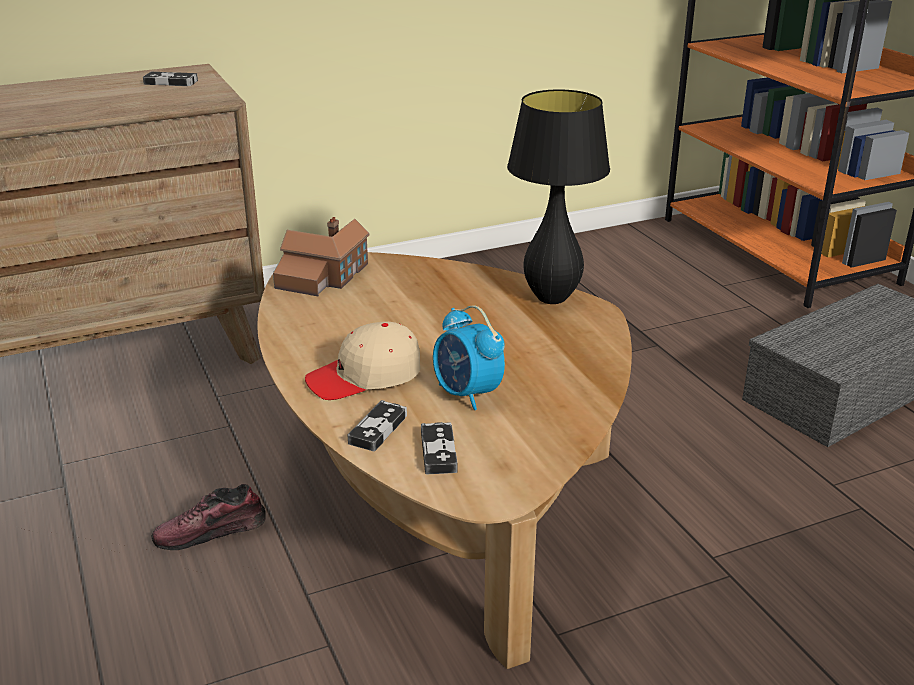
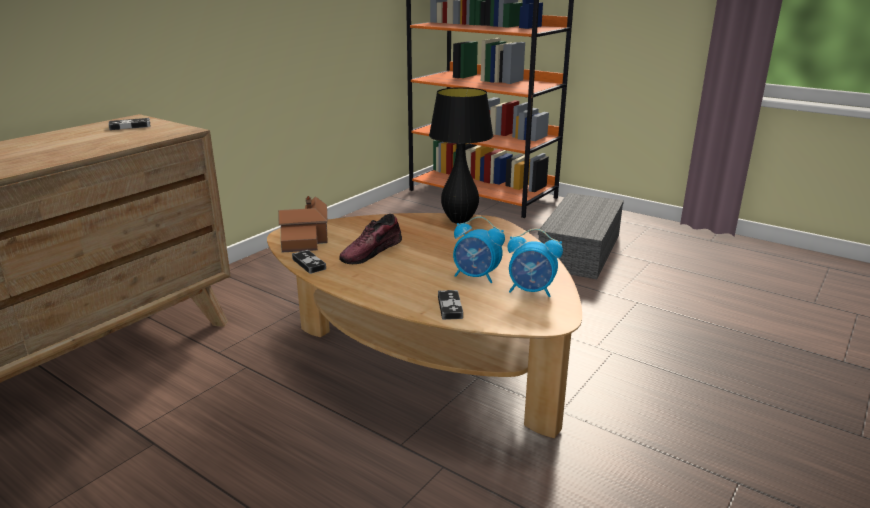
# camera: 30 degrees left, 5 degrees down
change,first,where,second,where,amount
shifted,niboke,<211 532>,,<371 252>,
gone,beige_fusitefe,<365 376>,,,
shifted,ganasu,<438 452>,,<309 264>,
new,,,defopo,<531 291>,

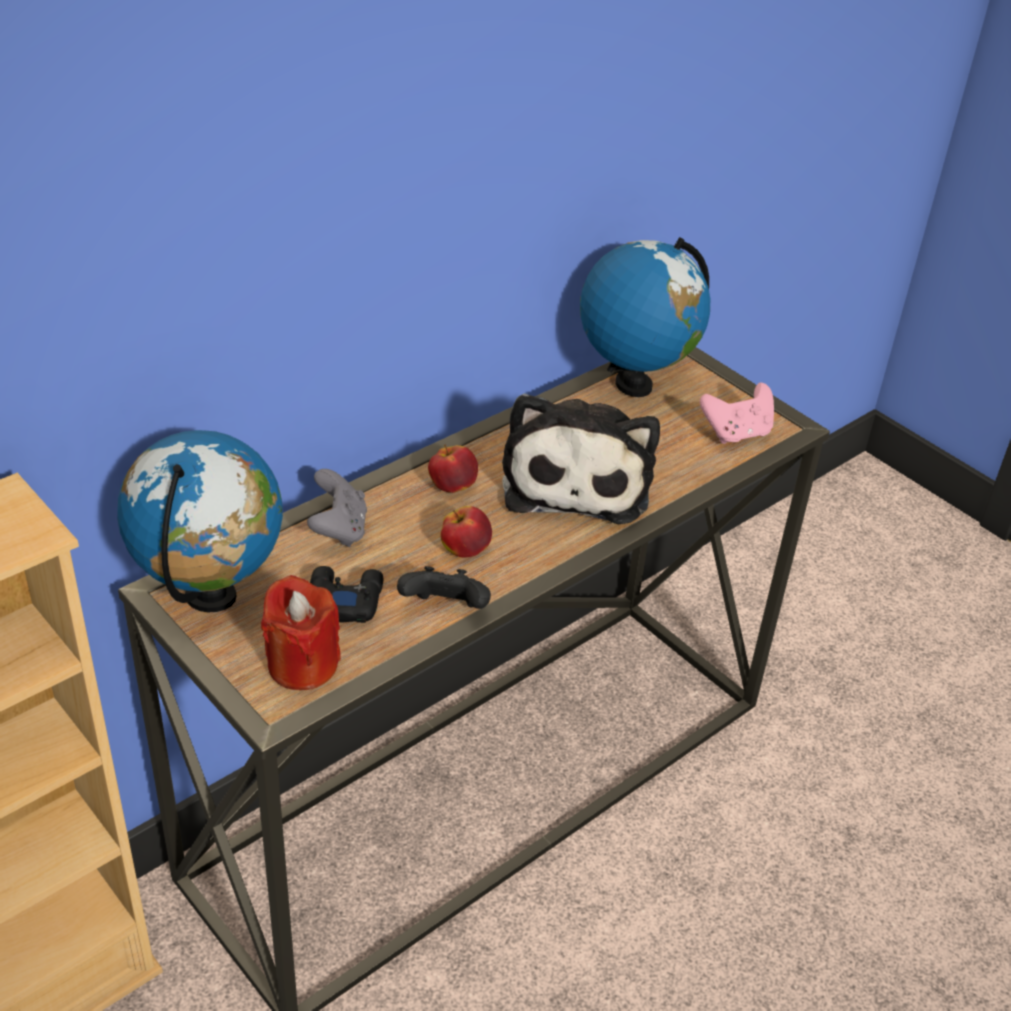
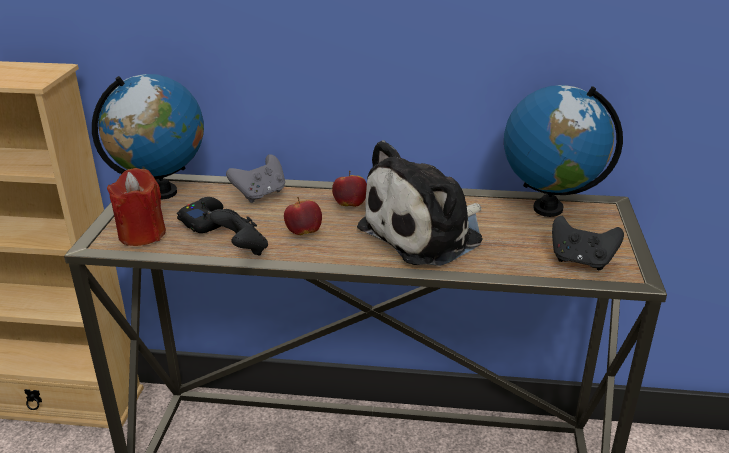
# camera: 50 degrees right, 10 degrees down
change,first,where,second,where,amount
repainted,pink_ganasu,<736 433>,black_ganasu,<581 261>,

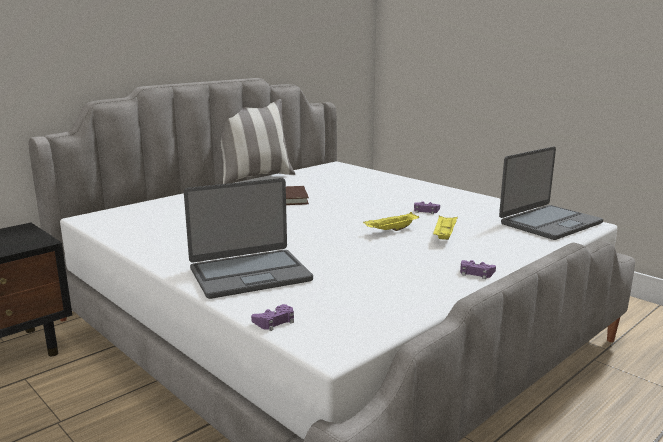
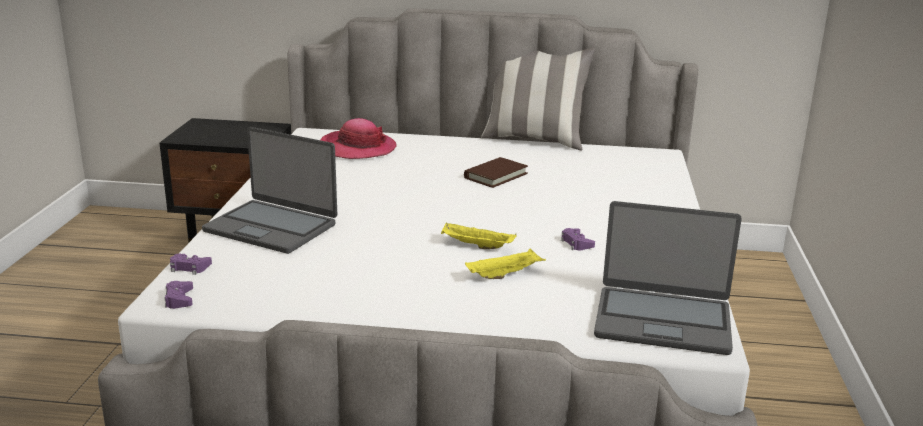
# camera: 50 degrees right, 5 degrees up
change,first,where,second,where,amount
shifted,purple_ganasu,<476 273>,,<179 299>,
new,,,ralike,<357 148>,

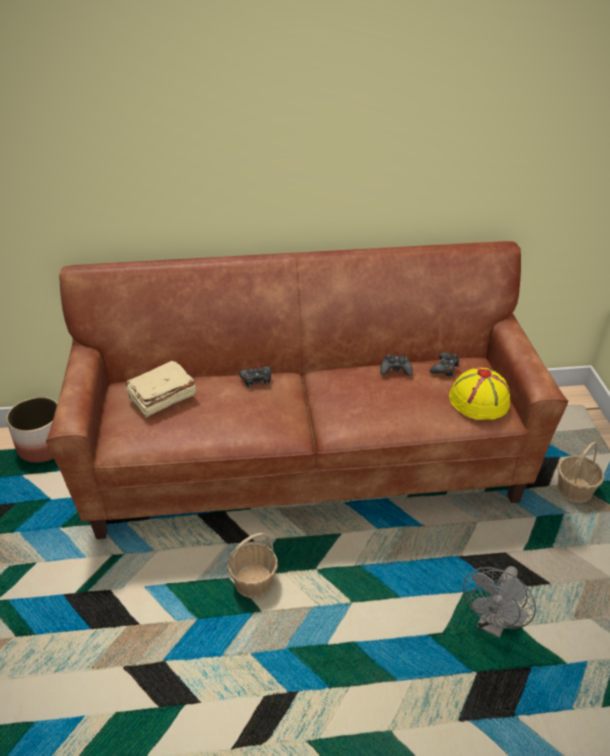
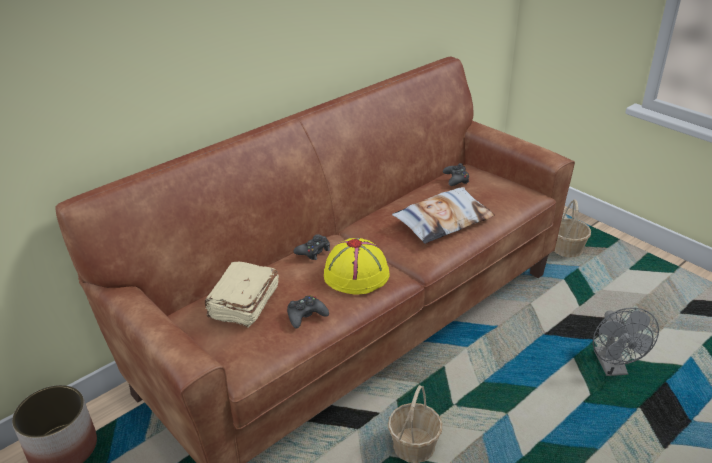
# camera: 35 degrees left, 5 degrees down
change,first,where,second,where,amount
shifted,black_ganasu,<395 370>,,<306 316>,
shifted,yellow_ralike,<479 401>,,<357 274>,
new,,,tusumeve,<443 221>,

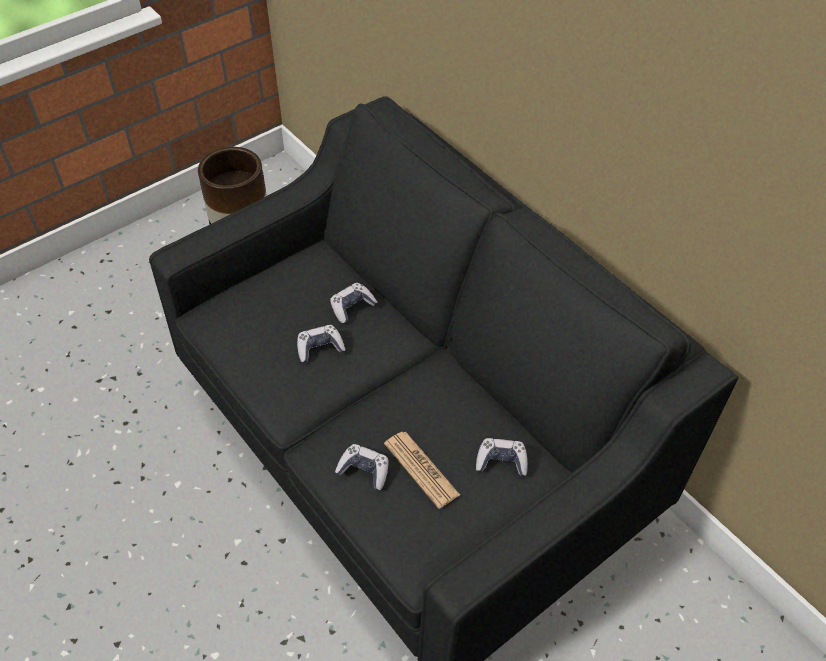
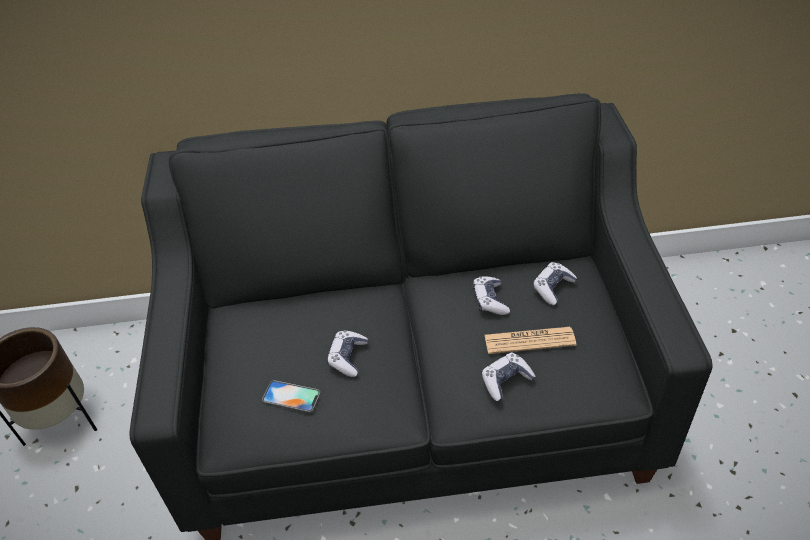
# camera: 55 degrees left, 5 degrees down
change,first,where,second,where,amount
shifted,ganasu,<352 307>,,<490 300>,
new,,,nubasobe,<291 397>,

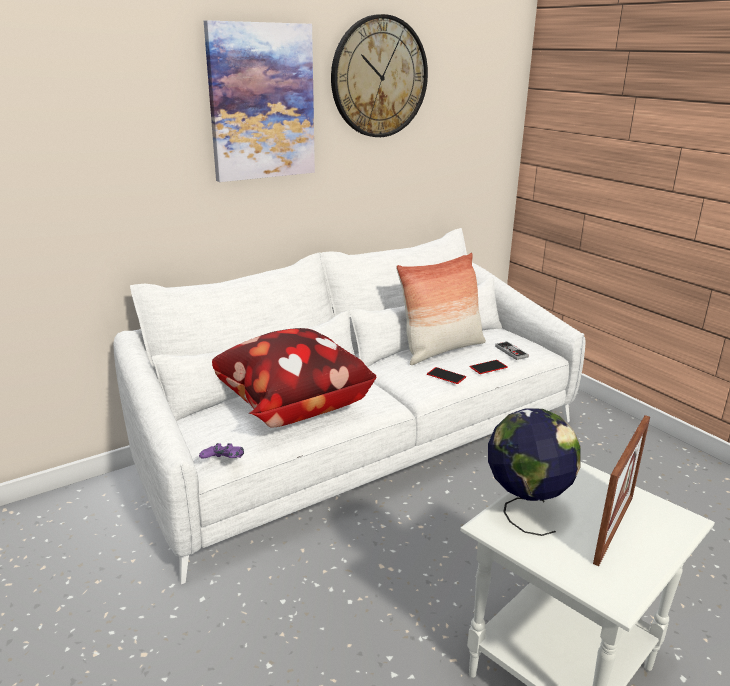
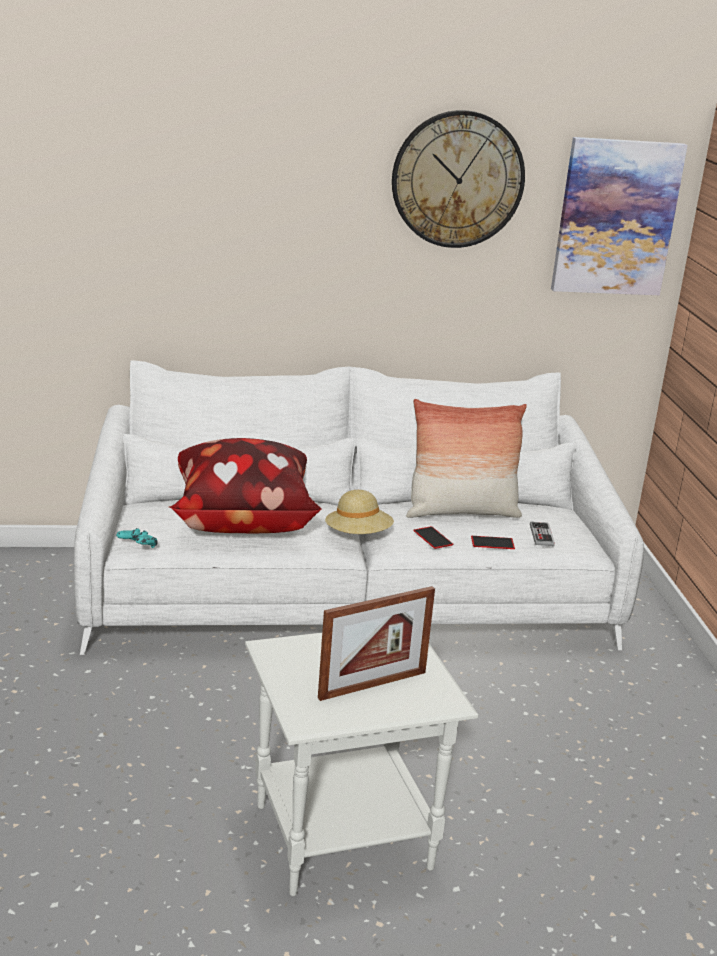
# camera: 25 degrees right, 0 degrees up
change,first,where,second,where,amount
repainted,purple_ganasu,<224 463>,turquoise_ganasu,<137 548>,
shifted,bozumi,<261 102>,,<616 217>,
gone,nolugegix,<525 510>,,,
new,,,beige_ralike,<358 535>,

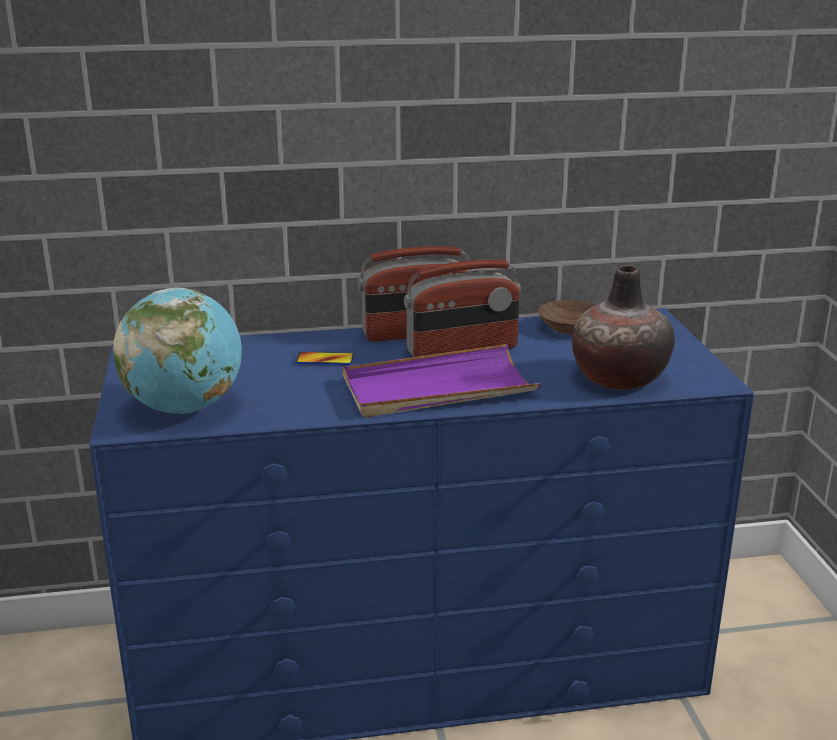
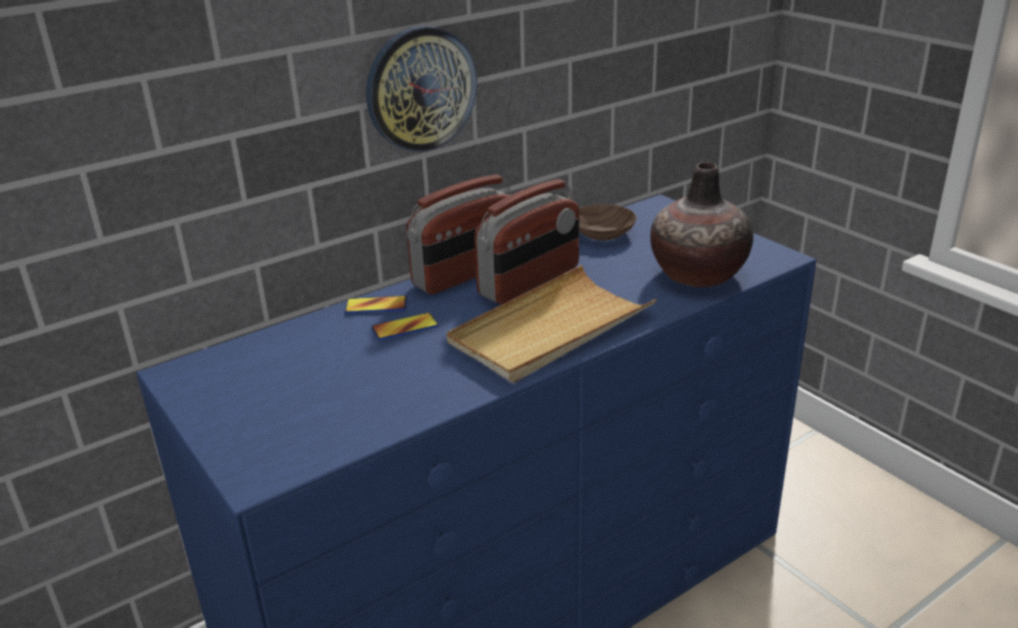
# camera: 25 degrees left, 5 degrees up
change,first,where,second,where,amount
gone,nolugegix,<185 408>,,,
repainted,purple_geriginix,<438 388>,beige_geriginix,<550 329>,
new,,,nubasobe,<376 306>,
new,,,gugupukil,<420 89>,

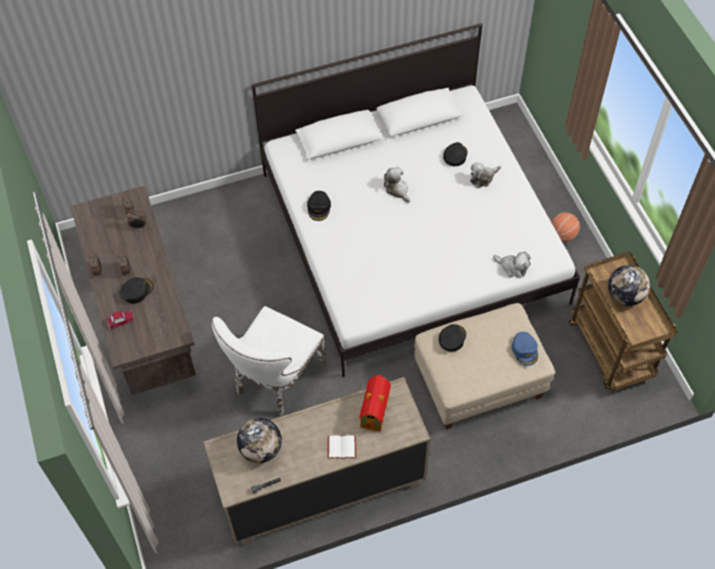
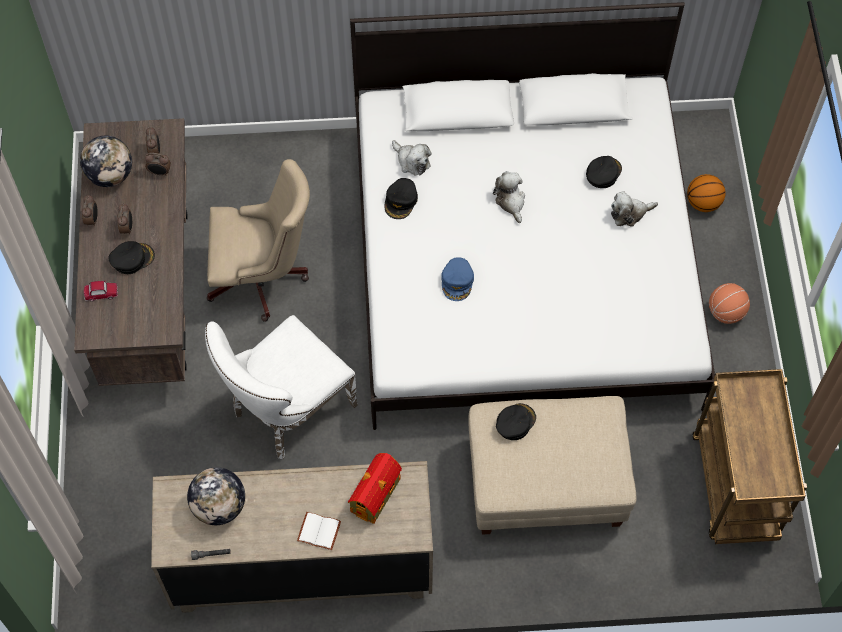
# camera: 15 degrees right, 5 degrees up
change,first,where,second,where,amount
shifted,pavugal,<512 267>,,<412 161>,
shifted,blue_fusitefe,<525 350>,,<457 281>,
shifted,nolugegix,<624 296>,,<110 175>,
new,,,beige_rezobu,<263 278>,
new,,,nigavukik,<703 203>,

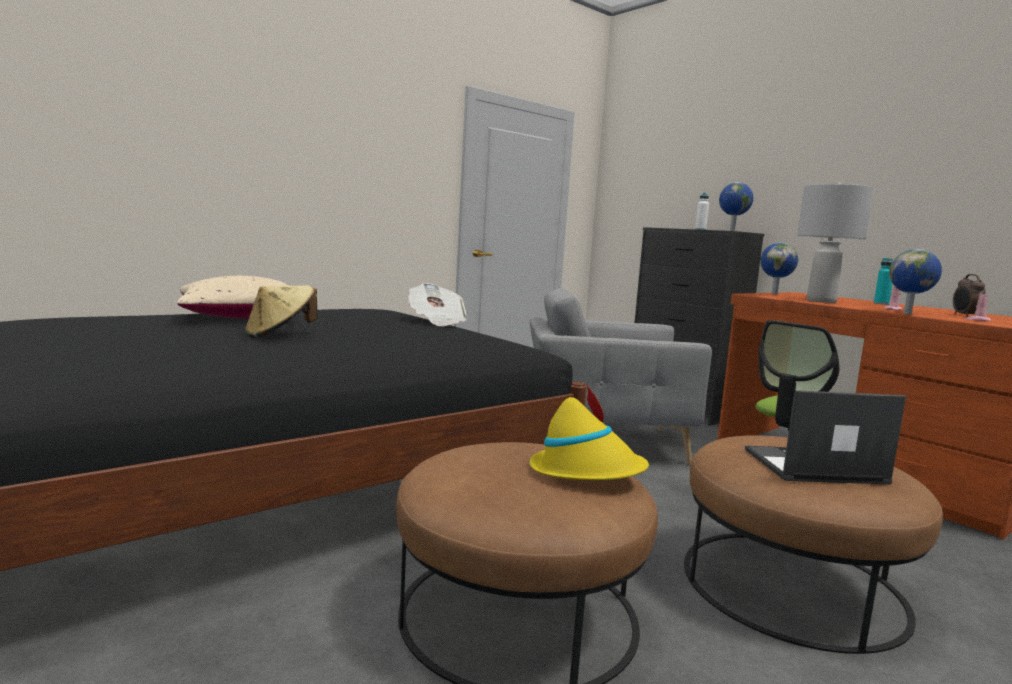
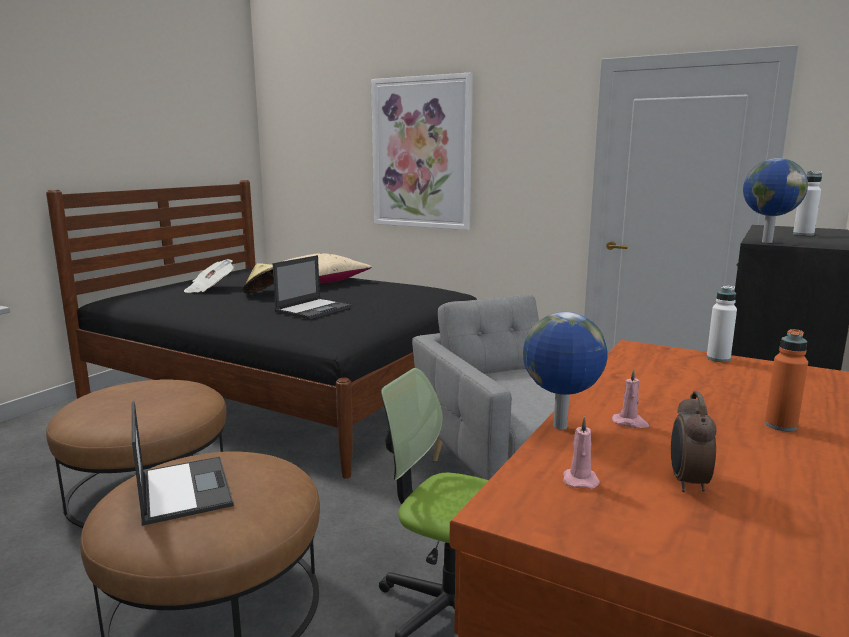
# camera: 70 degrees right, 5 degrees up
change,first,where,second,where,amount
shifted,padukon,<437 321>,,<210 289>,
gone,yellow_ralike,<587 472>,,,
swapped,nolugegix,<774 293>,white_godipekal,<718 358>,
gone,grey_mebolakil,<821 301>,,,
repainted,turquoise_godipekal,<881 303>,orange_godipekal,<780 425>,
rotated,defopo,<964 315>,,<687 482>,60 degrees counterclockwise
new,,,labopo,<314 309>,
new,,,bozumi,<421 153>,

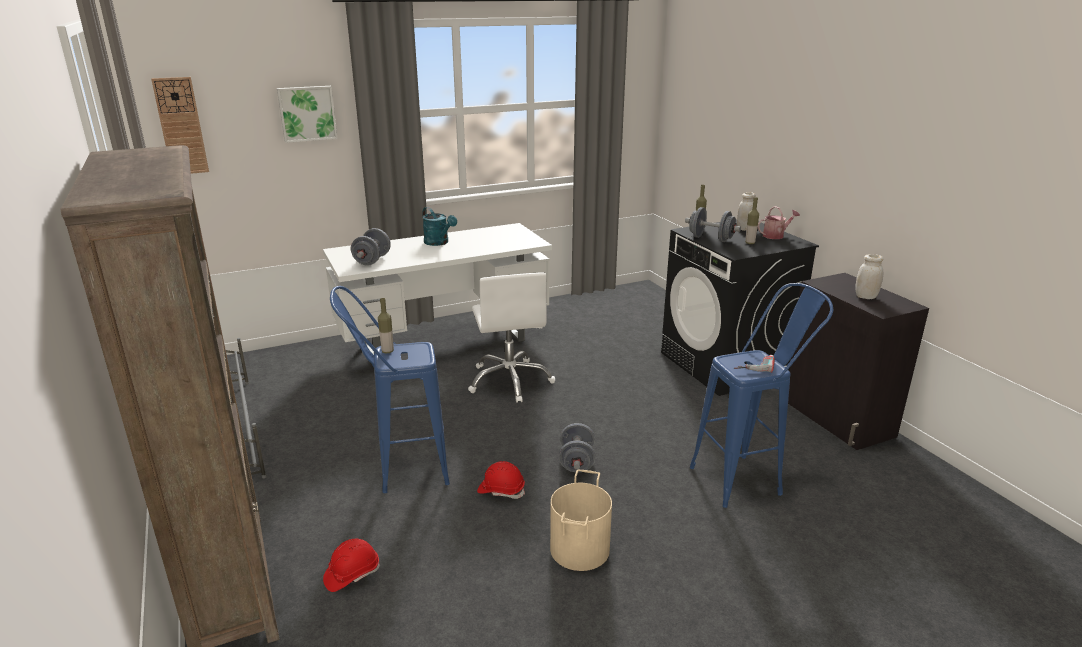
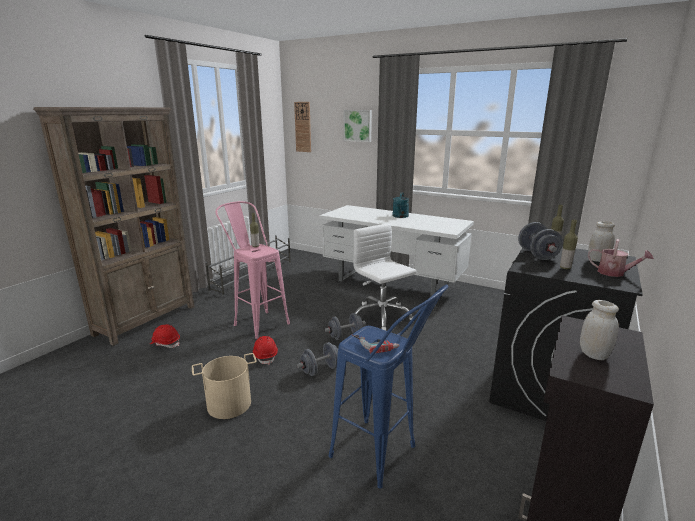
# camera: 55 degrees right, 5 degrees down
change,first,where,second,where,amount
repainted,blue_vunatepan,<400 471>,pink_vunatepan,<257 322>,
shifted,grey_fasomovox,<372 260>,,<345 336>,
rotated,white_rezobu,<510 380>,,<381 316>,105 degrees clockwise

